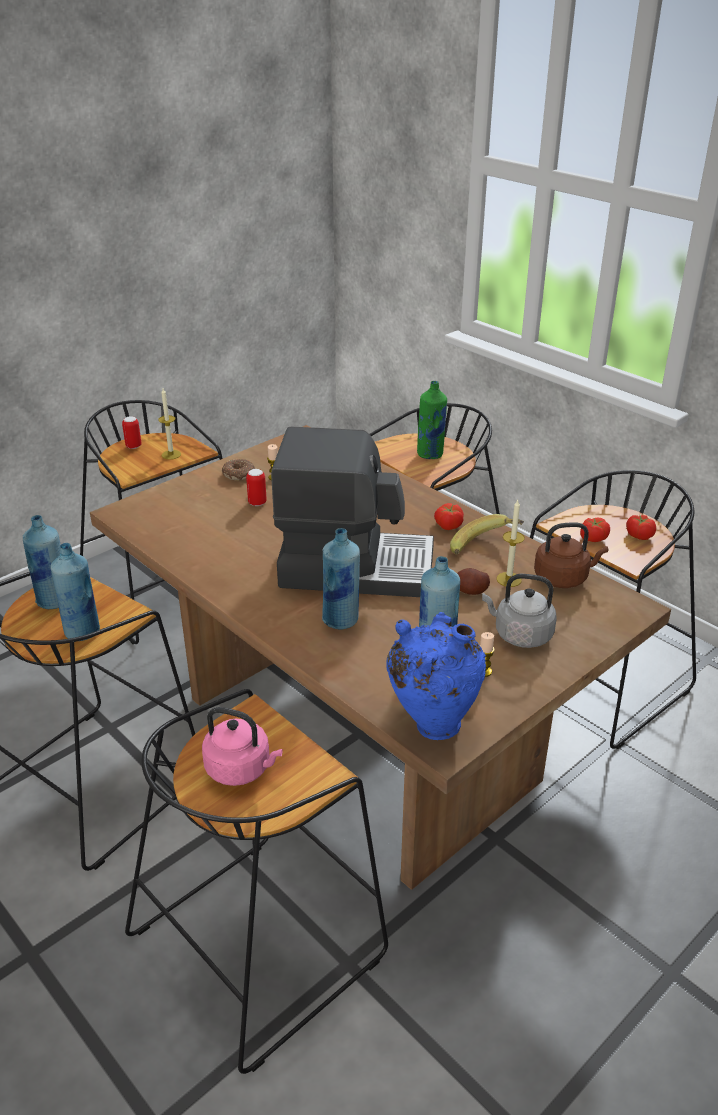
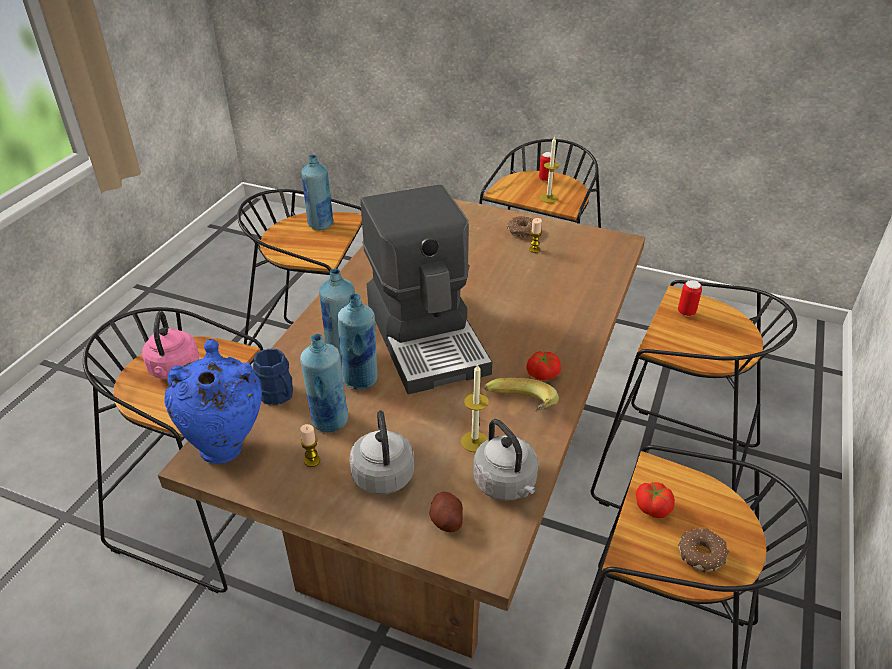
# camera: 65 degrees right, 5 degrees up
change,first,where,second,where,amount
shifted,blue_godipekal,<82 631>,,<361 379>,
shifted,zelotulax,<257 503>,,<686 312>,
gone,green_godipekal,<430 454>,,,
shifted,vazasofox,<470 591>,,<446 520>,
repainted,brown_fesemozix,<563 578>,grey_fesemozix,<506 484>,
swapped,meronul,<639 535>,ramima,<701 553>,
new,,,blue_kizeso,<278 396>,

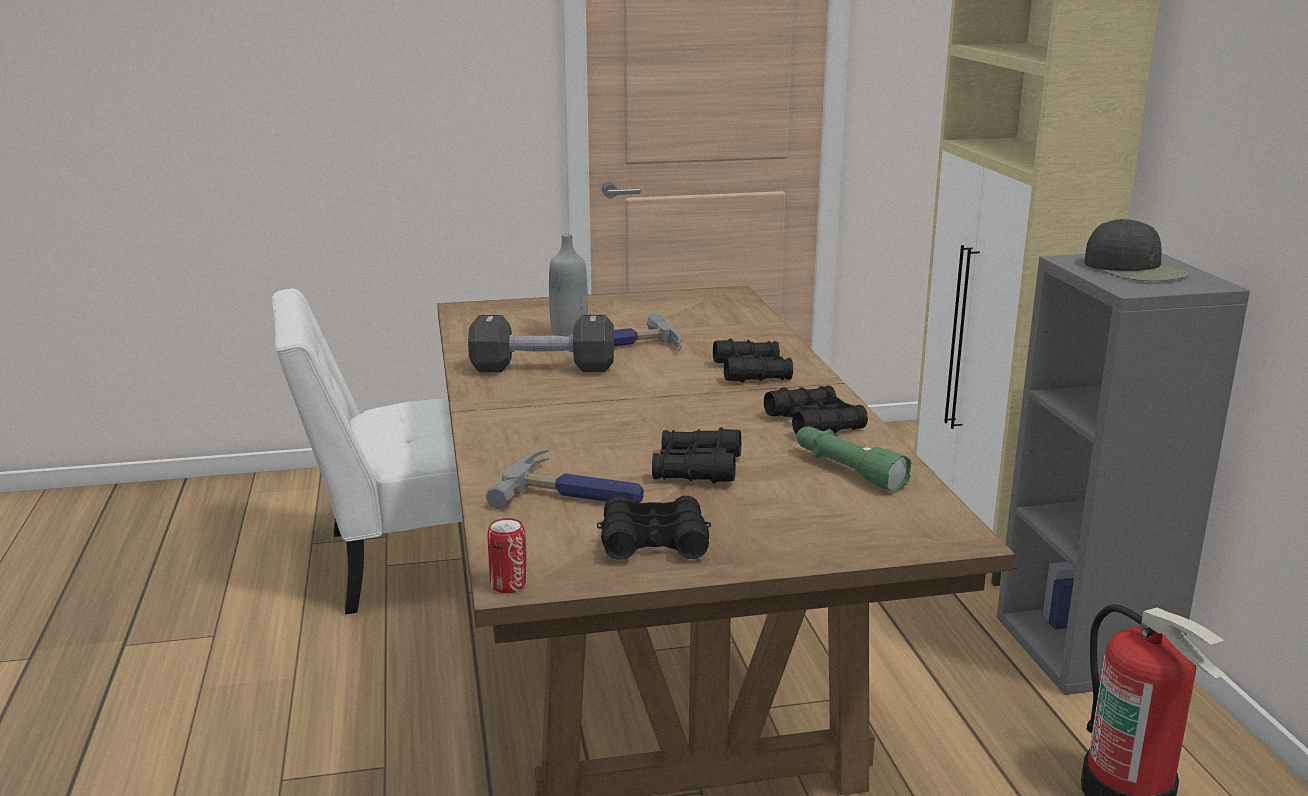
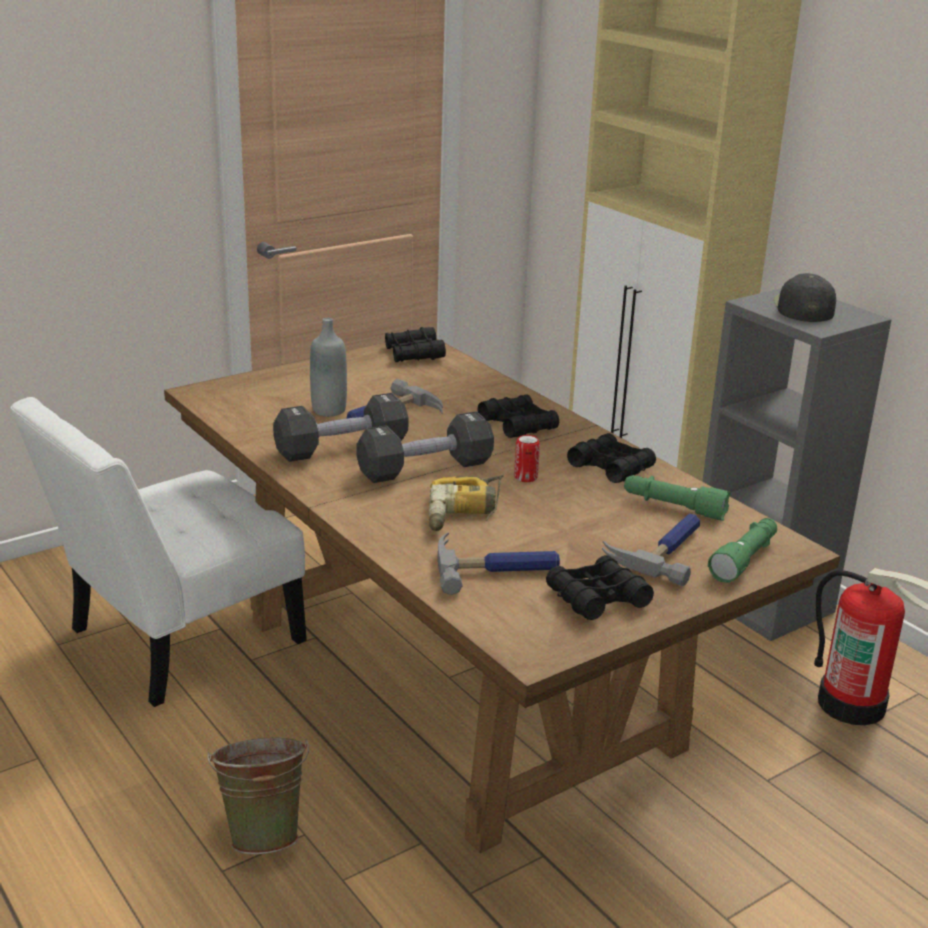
# camera: 25 degrees left, 5 degrees up
change,first,where,second,where,amount
shifted,zelotulax,<508 585>,,<525 477>,
shifted,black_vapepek,<696 468>,,<414 354>,
rotated,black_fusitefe,<1135 269>,,<803 307>,120 degrees counterclockwise
new,,,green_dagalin,<264 833>,
new,,,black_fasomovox,<425 469>,
new,,,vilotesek,<465 513>,
new,,,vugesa,<663 550>,
new,,,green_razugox,<745 559>,

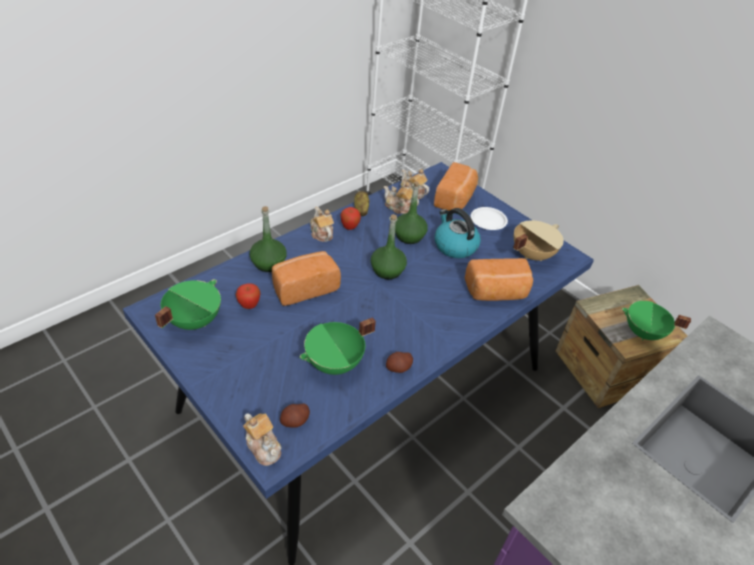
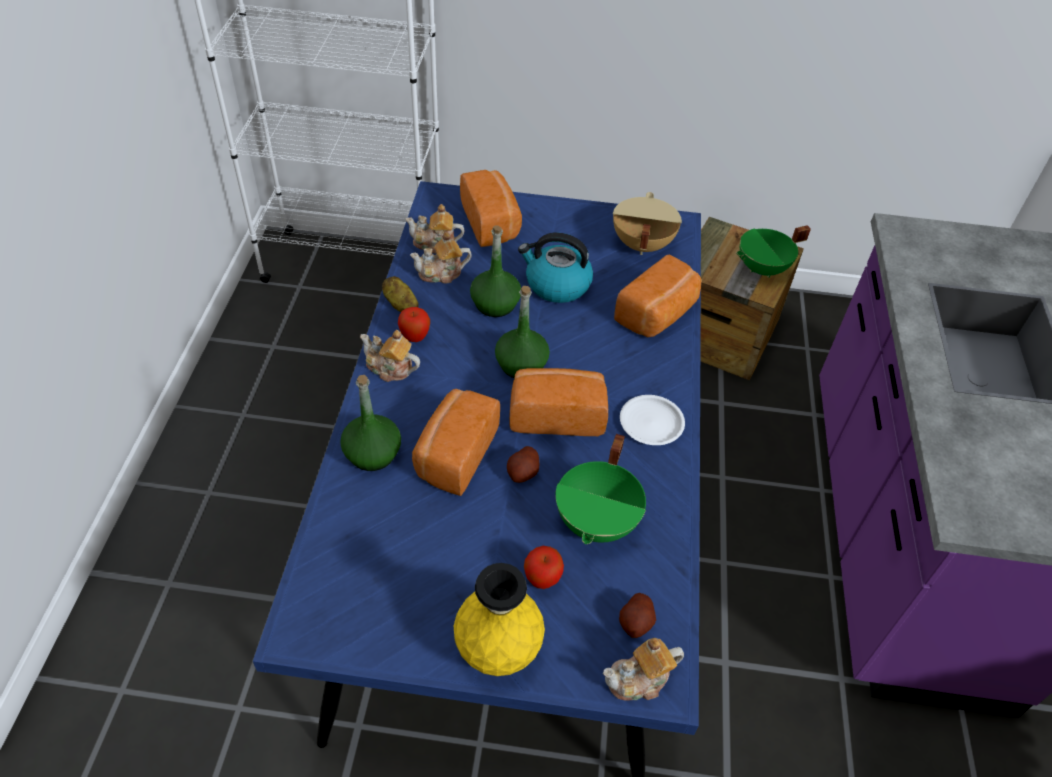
# camera: 40 degrees left, 5 degrees up
change,first,where,second,where,amount
gone,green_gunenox,<193 320>,,,
shifted,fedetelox,<249 305>,,<542 580>,
rotated,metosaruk,<263 446>,,<639 680>,150 degrees clockwise
shifted,vazasofox,<398 368>,,<523 472>,
shifted,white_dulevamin,<488 221>,,<650 423>,
new,,,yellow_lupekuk,<497 650>,
new,,,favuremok,<556 415>,

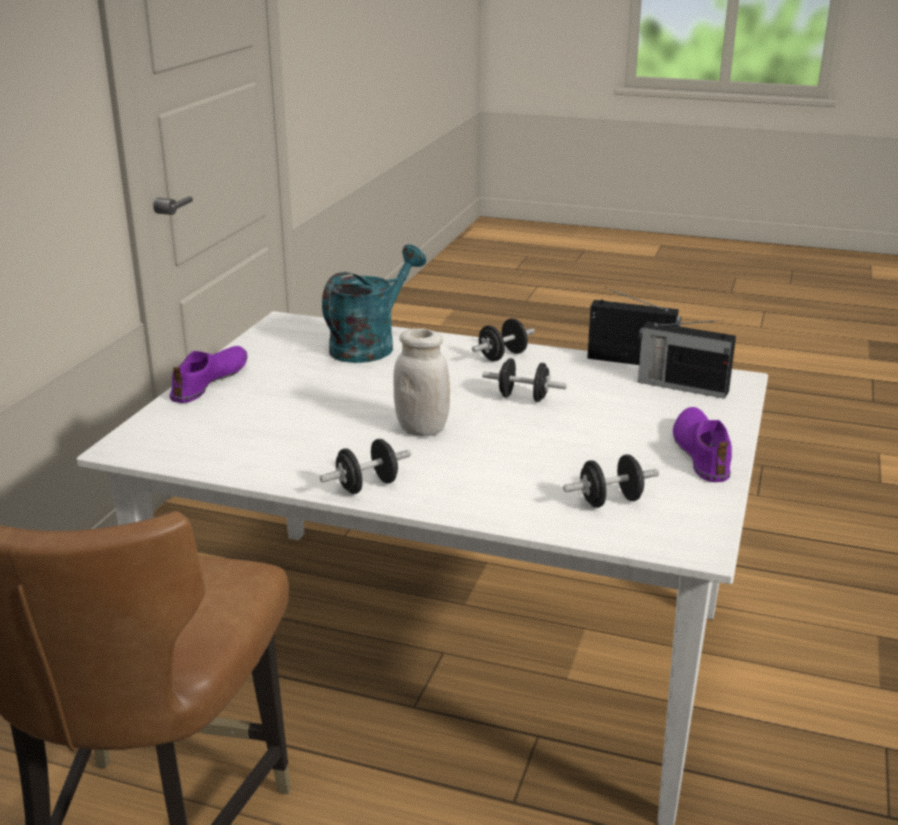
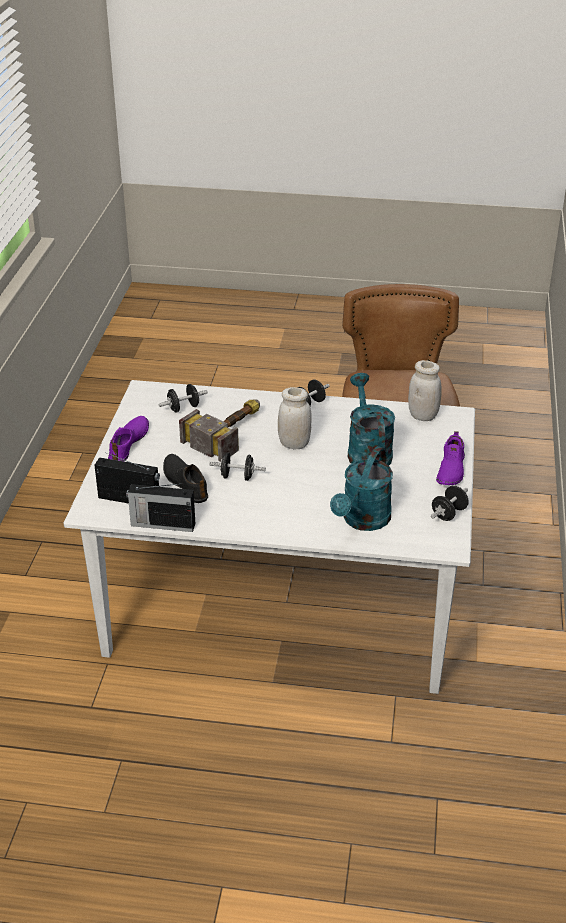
# camera: 170 degrees right, 10 degrees up
change,first,where,second,where,amount
shifted,black_fasomovox,<502 356>,,<449 513>,
rotated,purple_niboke,<702 452>,,<129 444>,150 degrees counterclockwise
new,,,black_niboke,<185 482>,
new,,,vugesa,<230 432>,
new,,,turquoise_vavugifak,<367 451>,
new,,,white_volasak,<423 416>,

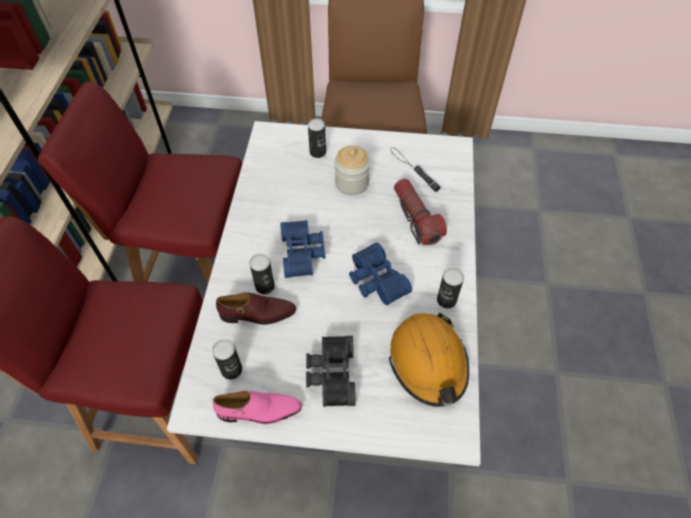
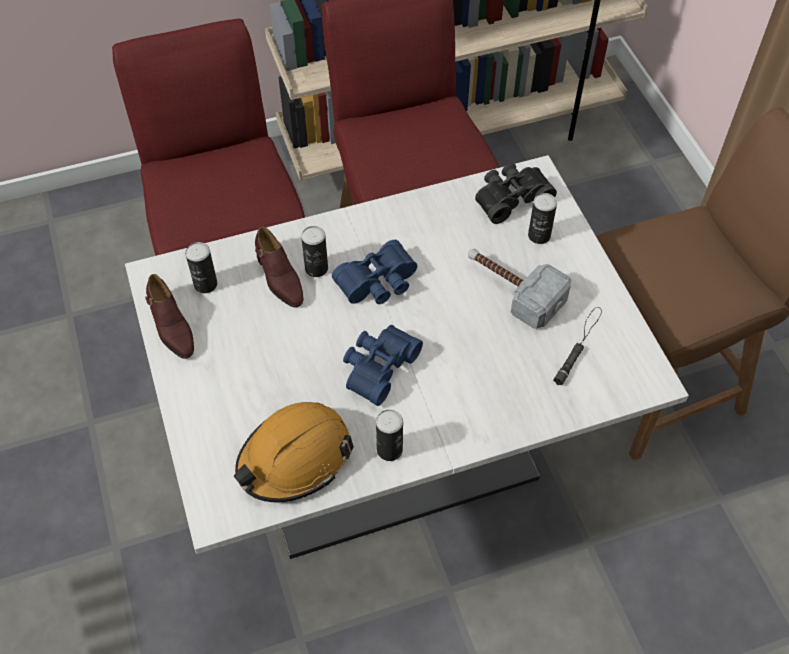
# camera: 65 degrees right, 0 degrees up
change,first,where,second,where,amount
repainted,pink_niboke,<259 411>,brown_niboke,<171 326>,
shifted,black_vapepek,<330 374>,,<510 197>,
swapped,volasak,<352 183>,vugesa,<511 289>,
gone,razugox,<416 218>,,,

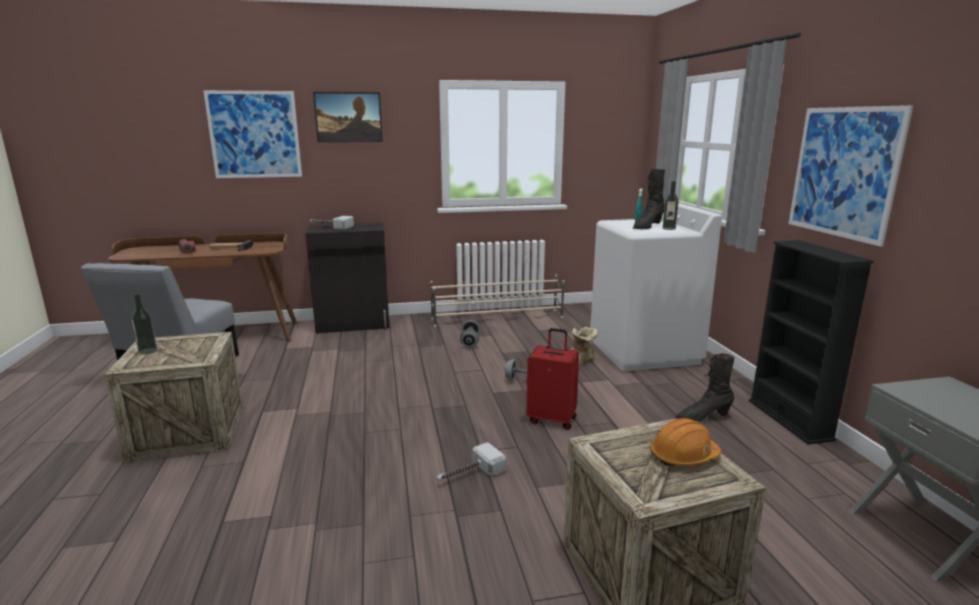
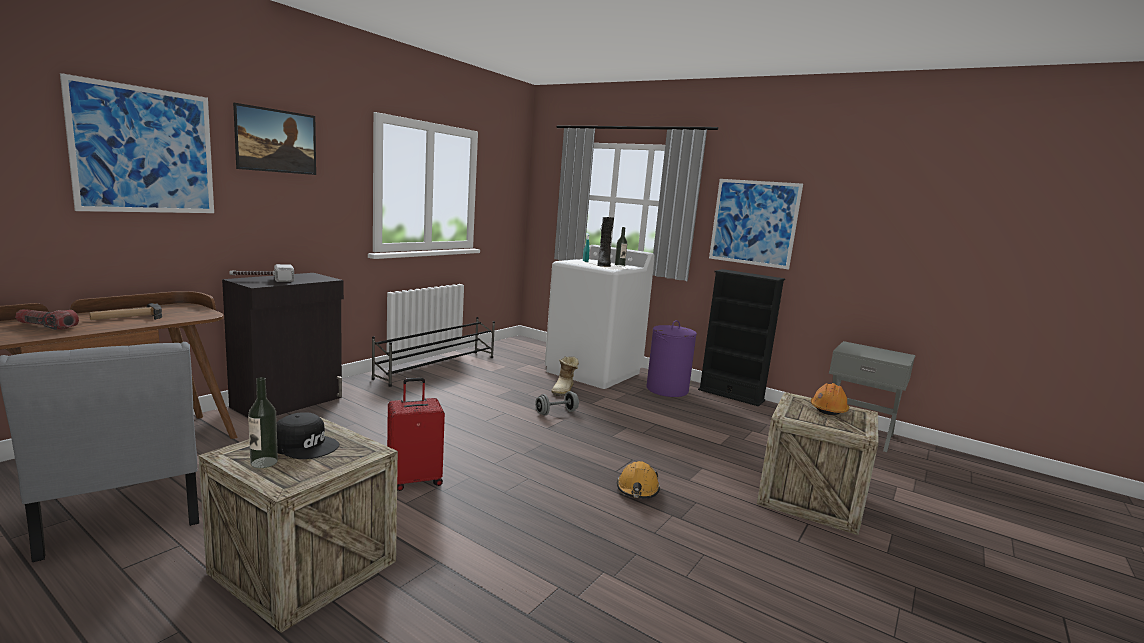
# camera: 45 degrees left, 5 degrees down
change,first,where,second,where,amount
repainted,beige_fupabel,<498 318>,black_fupabel,<438 367>,
swapped,vugesa,<468 474>,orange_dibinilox,<637 489>,
gone,grey_fasomovox,<470 342>,,,
shifted,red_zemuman,<552 419>,,<415 480>,
gone,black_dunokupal,<702 417>,,,
new,,,black_fusitefe,<305 445>,
new,,,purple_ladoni,<667 390>,

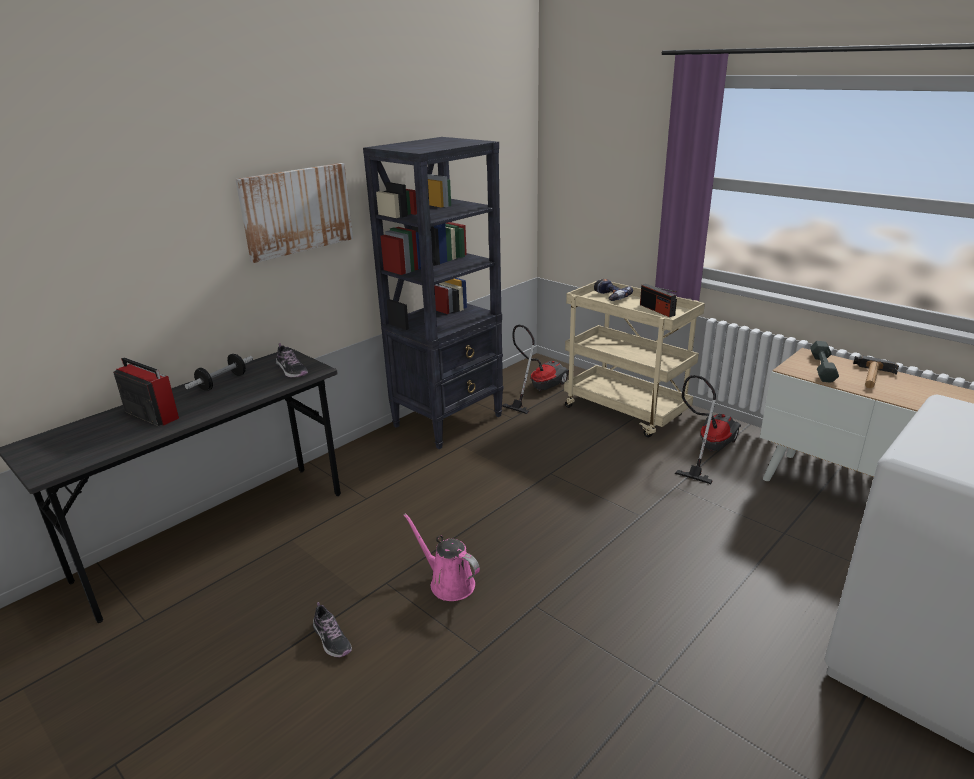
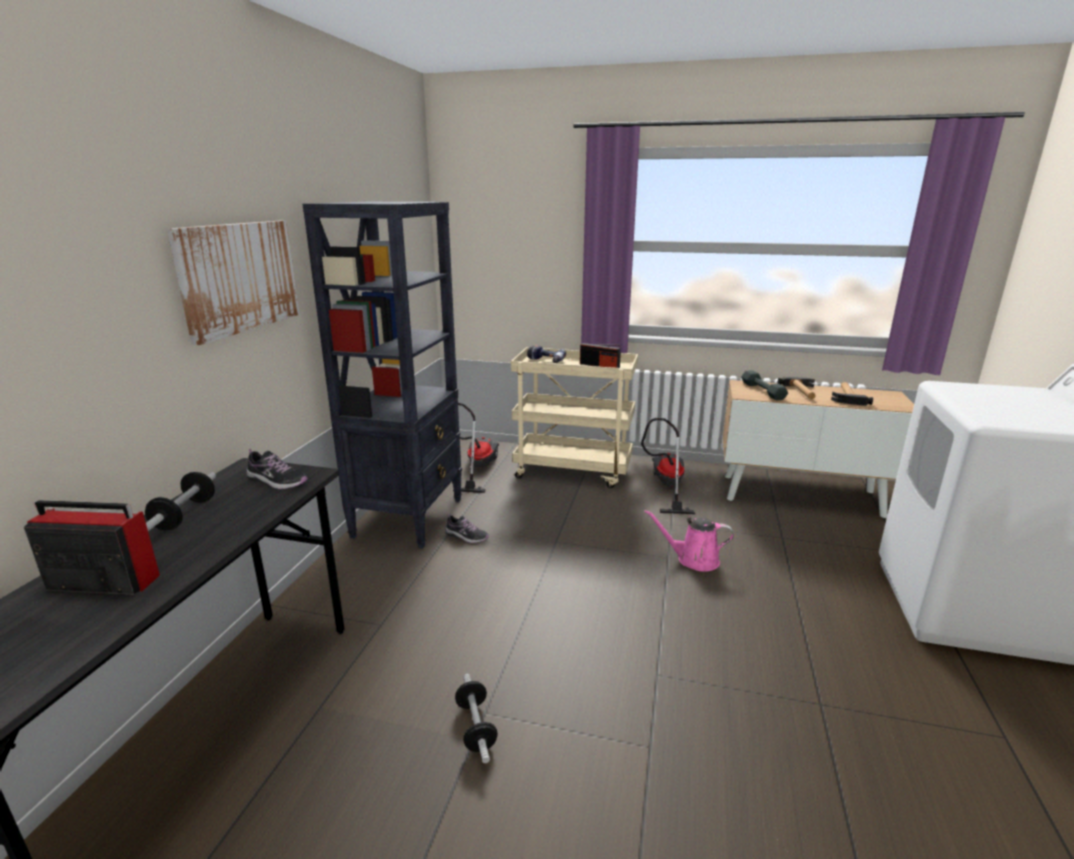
# camera: 30 degrees left, 5 degrees down
change,first,where,second,where,amount
shifted,niboke,<331 639>,,<466 536>,
shifted,pink_vavugifak,<448 583>,,<693 560>,
new,,,fasomovox,<476 727>,
new,,,vugesa,<847 396>,

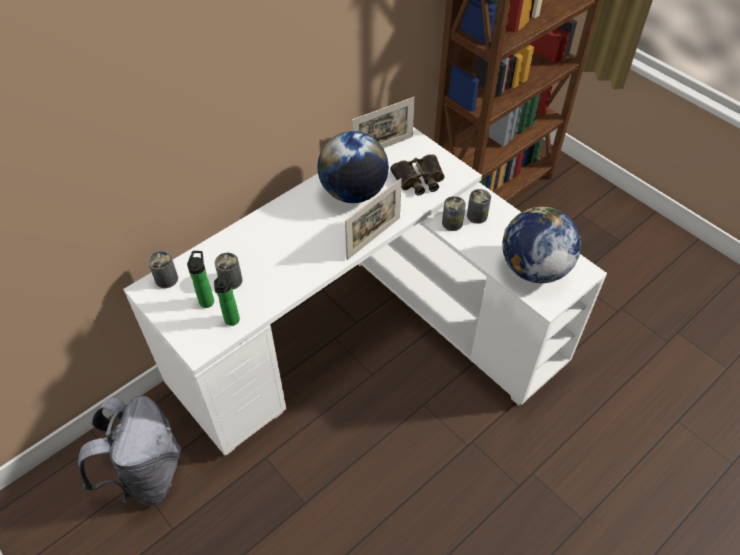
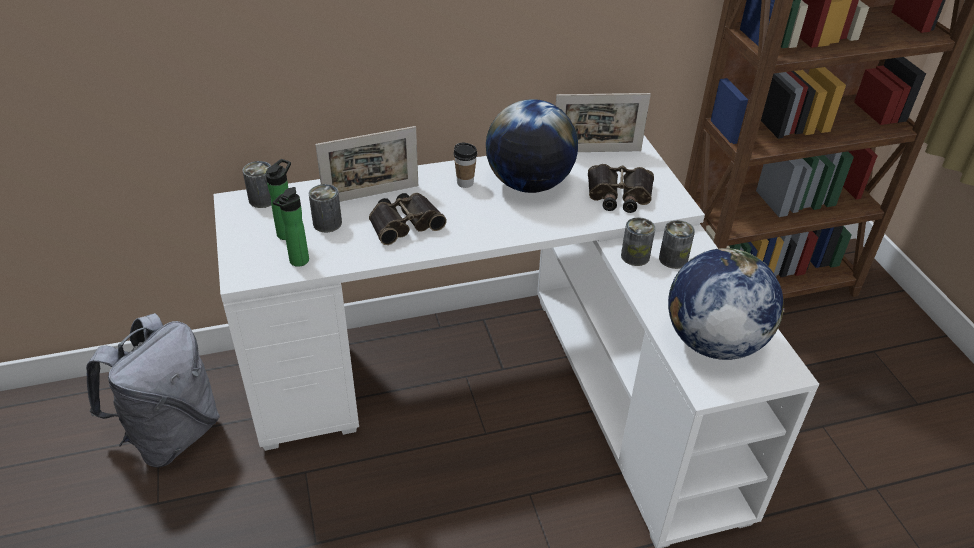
# camera: 25 degrees right, 10 degrees down
change,first,where,second,where,amount
shifted,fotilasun,<373 238>,,<371 195>,
new,,,vapepek,<404 223>,
new,,,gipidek,<465 183>,

